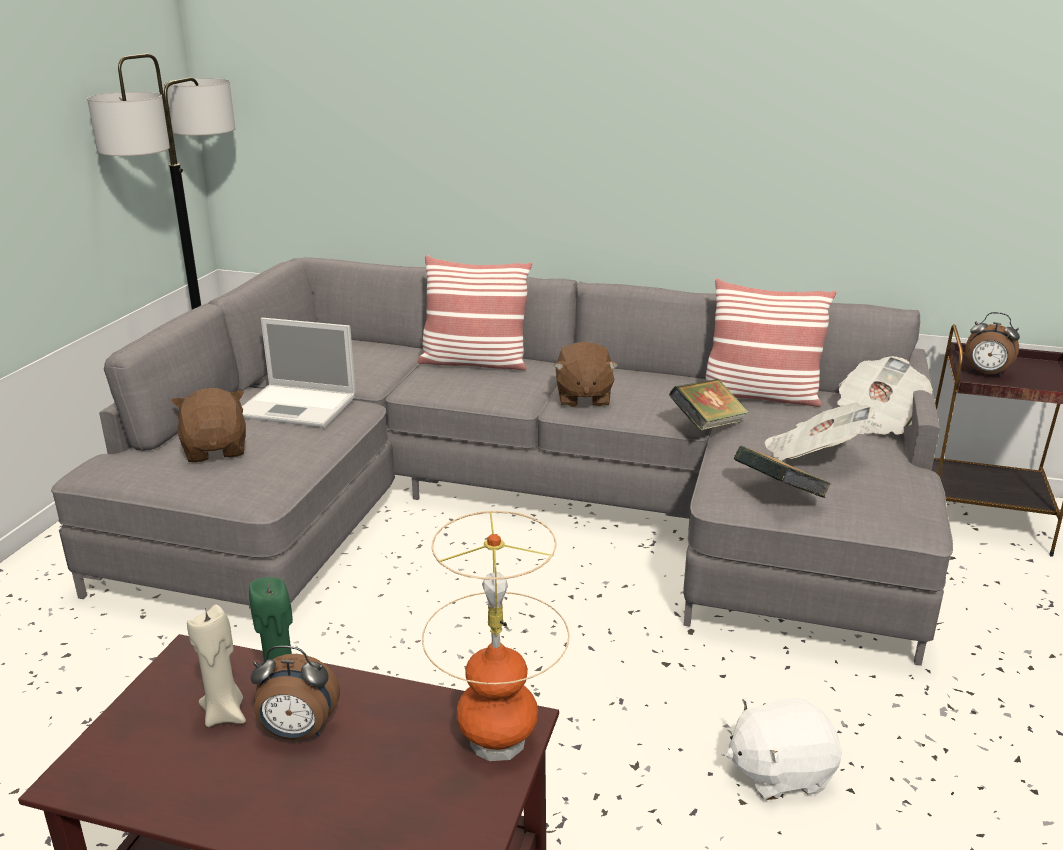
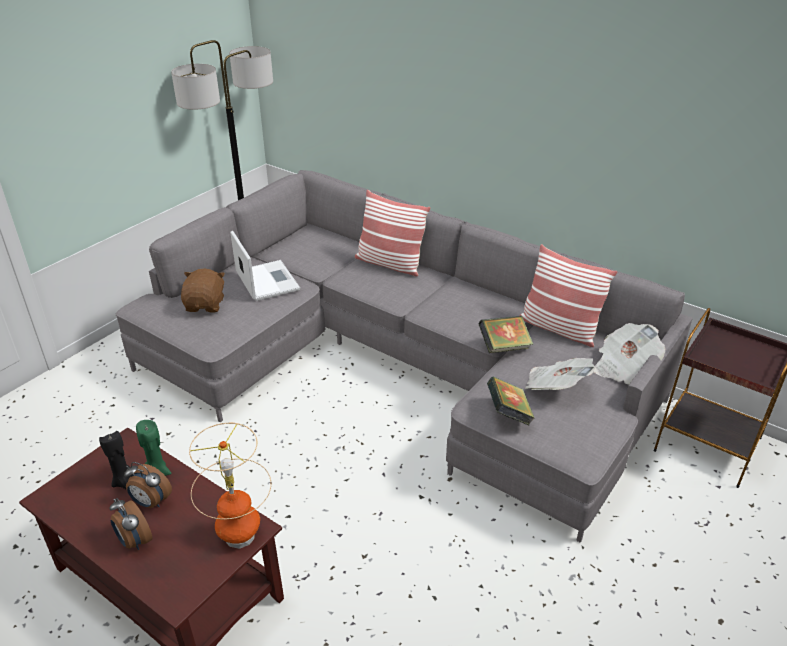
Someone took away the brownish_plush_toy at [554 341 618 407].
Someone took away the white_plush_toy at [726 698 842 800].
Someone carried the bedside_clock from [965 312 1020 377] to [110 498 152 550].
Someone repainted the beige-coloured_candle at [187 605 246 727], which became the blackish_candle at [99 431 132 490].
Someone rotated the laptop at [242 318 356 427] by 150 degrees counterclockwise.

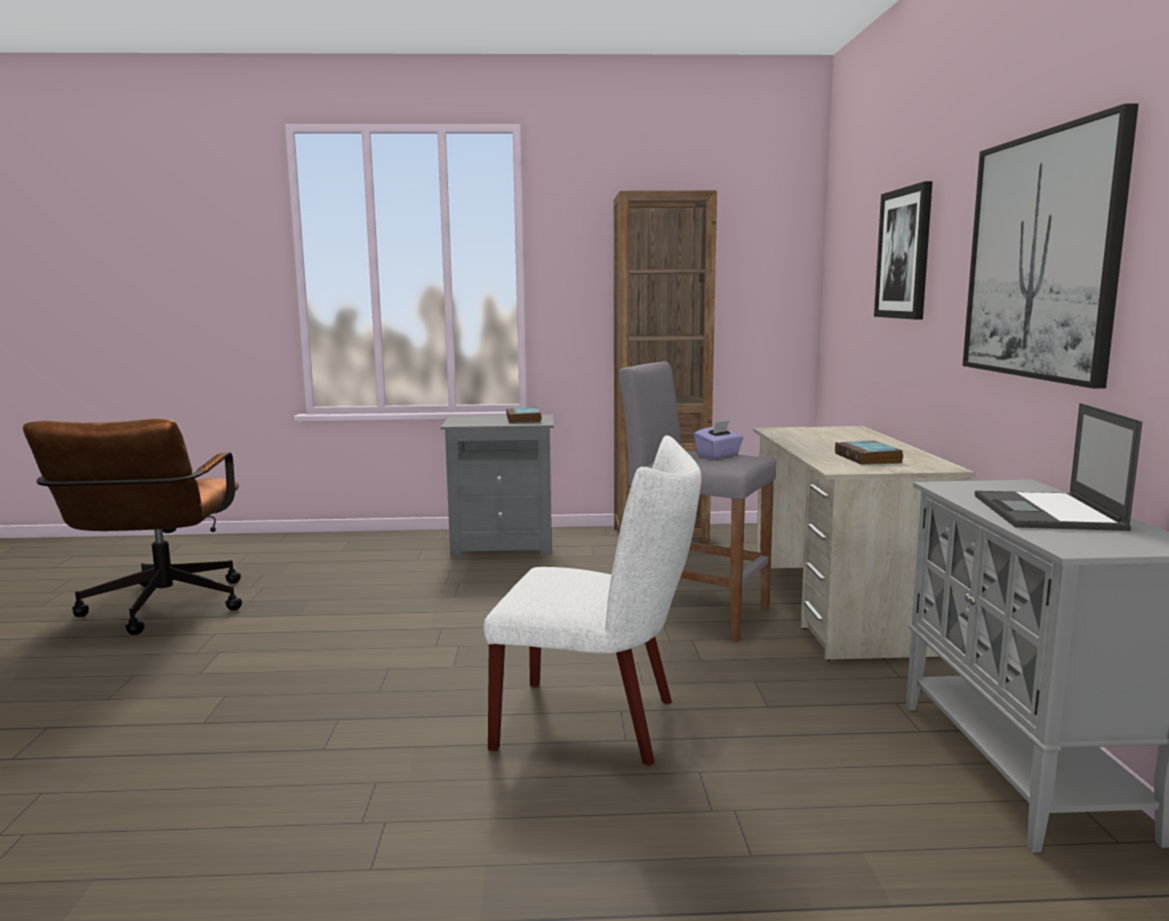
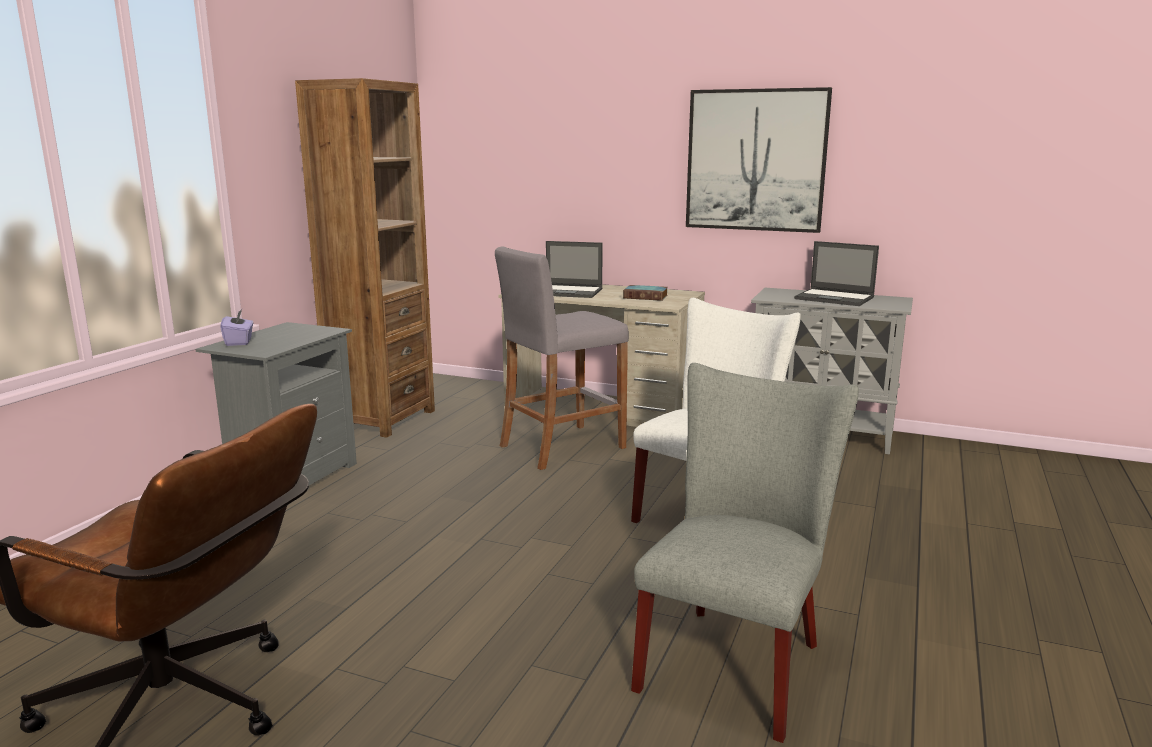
Someone took away the book at [506 407 542 423].
Someone took away the wall_art at [874 181 933 319].
Someone put down the laptop at [546 241 603 298].
Someone put down the gray_upright_chair at [631 363 859 743].
Someone carried the purple-coloured_tissue_holder from [693 421 744 459] to [220 309 253 346].

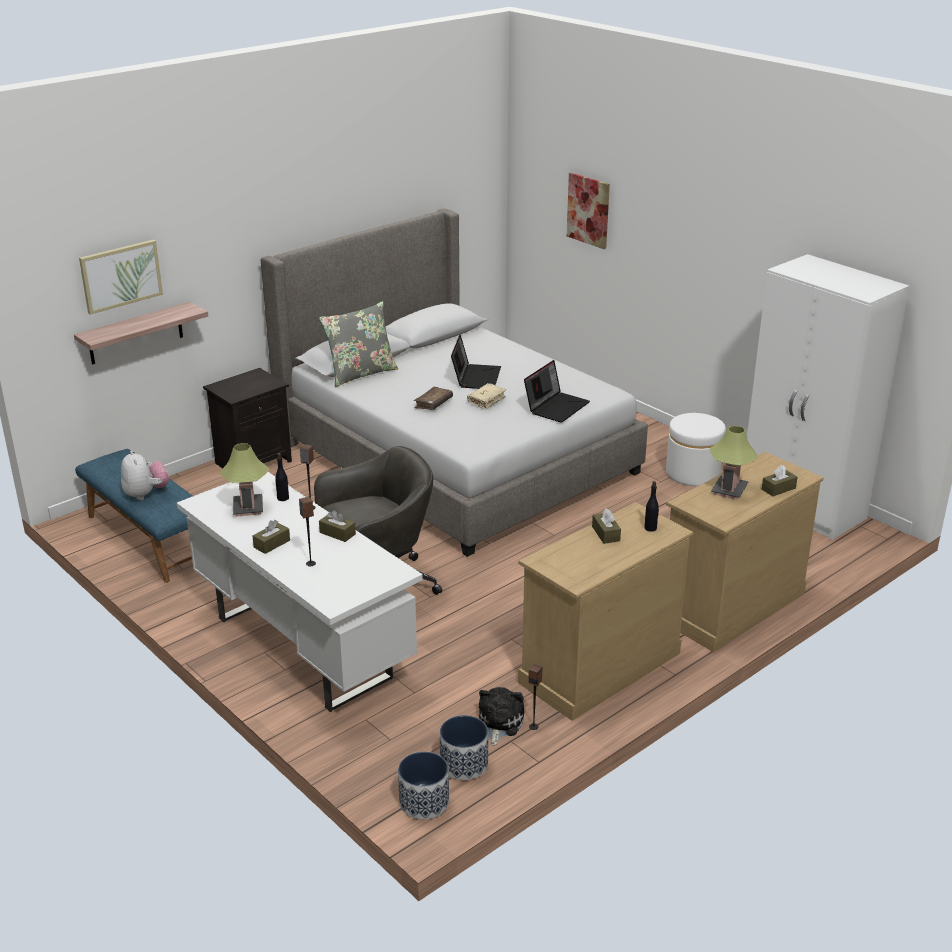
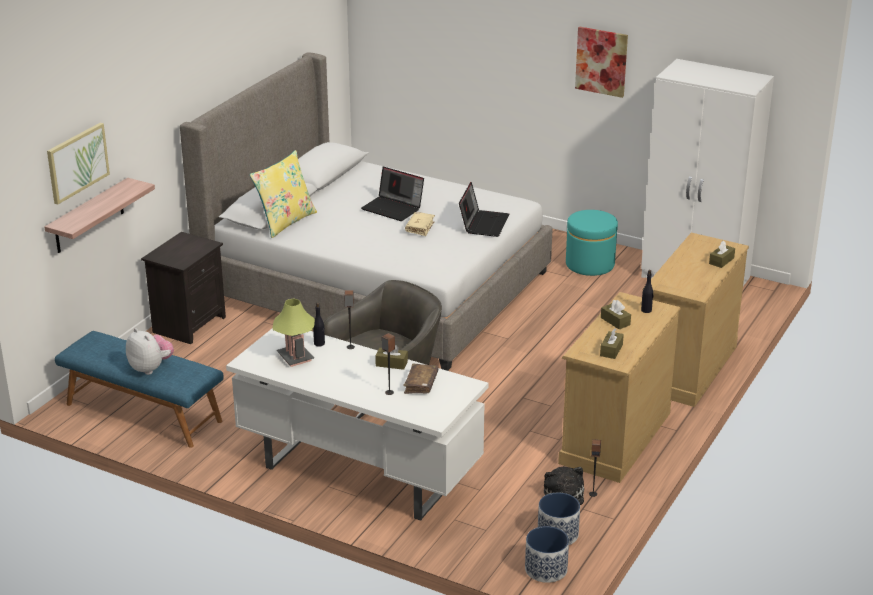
Someone took away the lamp_for_a_table at [710 426 758 500].
Someone carried the brownish_tissue_holder from [253 520 290 554] to [600 328 624 359].
Someone carried the brownish_book from [414 387 453 410] to [403 364 438 394].
Someone carried the wall_art from [567 172 610 249] to [575 26 628 98].
Someone repainted the gray_cushion at [319 301 398 387], which became the yellow-coloured_cushion at [249 150 317 238].
Someone repainted the white_footrest at [666 413 726 486], which became the turquoise_footrest at [566 210 618 276].
Someone rotated the laptop at [451 335 501 389] by 135 degrees clockwise.

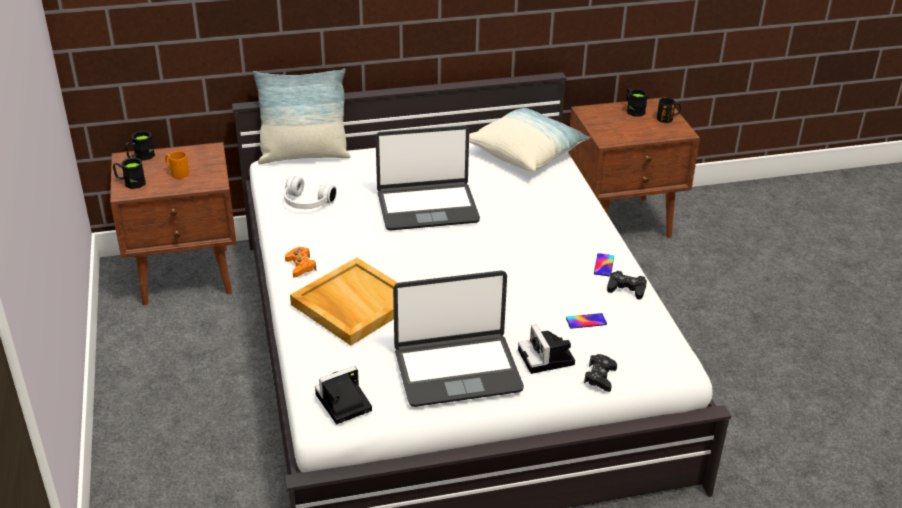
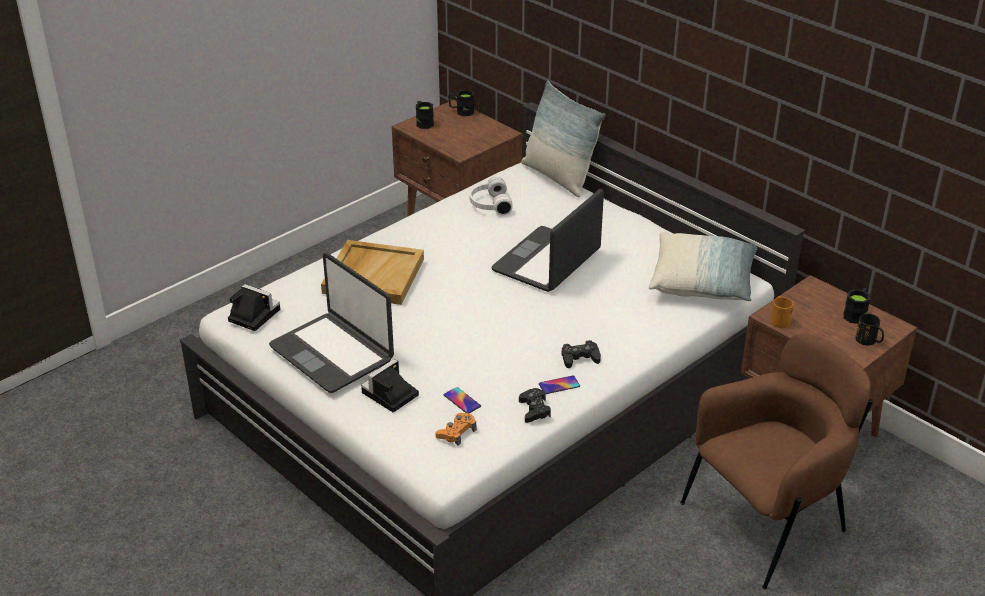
Someone put down the brownish_lounge_chair at [680 334 873 590].
Someone carried the orange-coloured_coffee_mug from [165 151 189 179] to [770 296 794 328].
Someone carried the orange-coloured_gamepad from [285 247 316 277] to [436 413 477 446].
Someone carried the blackish_gamepad from [584 354 617 392] to [562 340 601 368].
Someone rotated the laptop at [376 125 480 231] by 75 degrees clockwise.

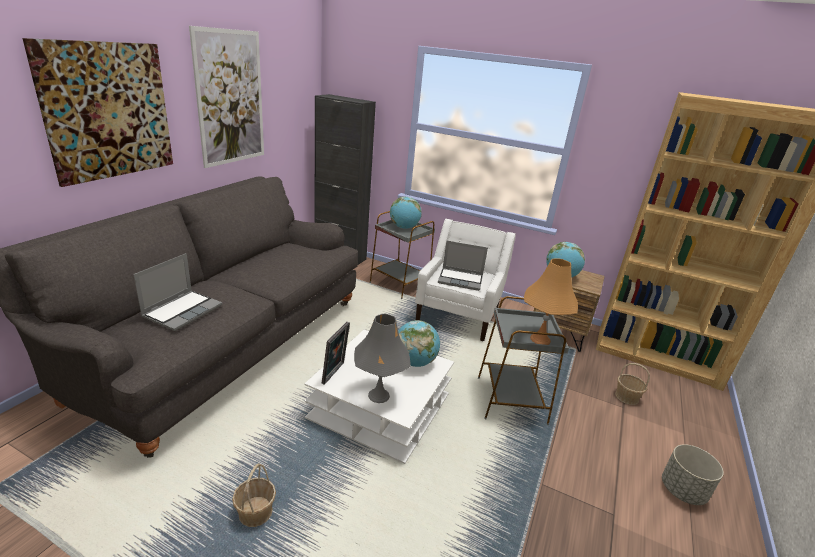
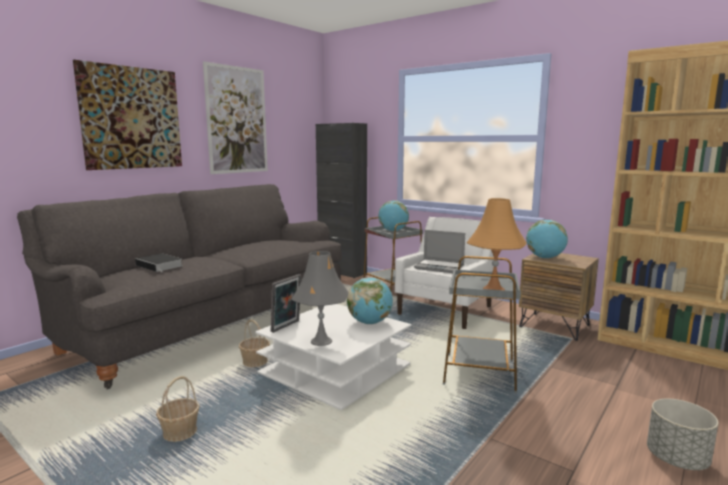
Someone carried the storage_basket from [615 363 650 405] to [239 319 270 367].
Someone swapped the laptop at [133 253 222 331] for the book at [135 253 182 273].

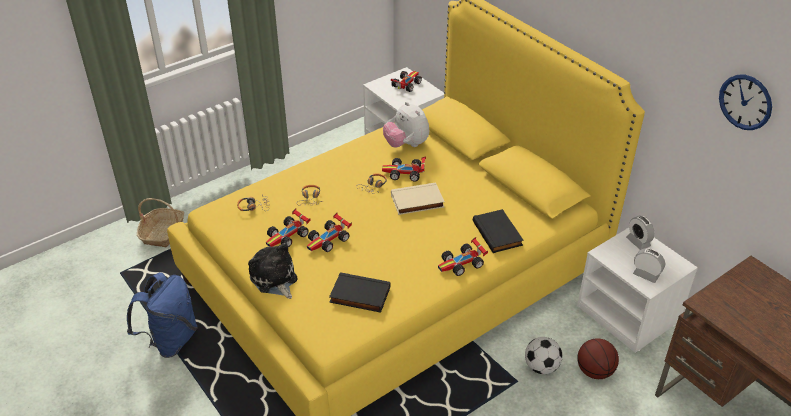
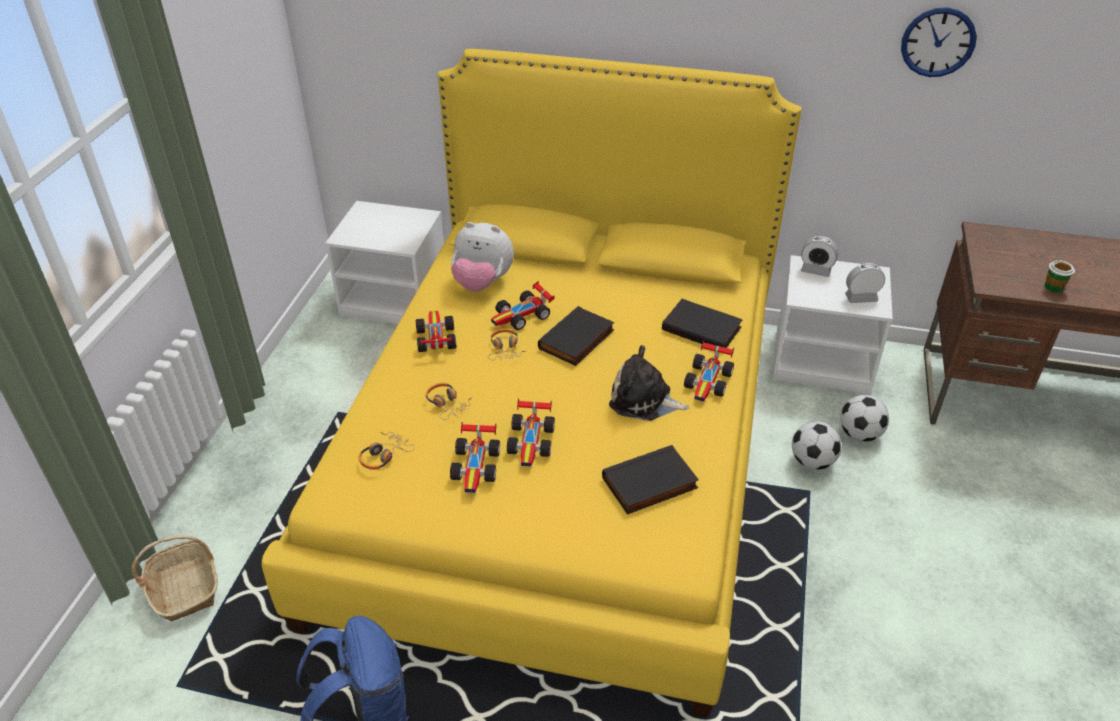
Someone put down the cup at [1045 260 1075 293].
Someone carried the plush_toy from [248 243 298 299] to [609 345 689 421].
Someone carried the model_car from [391 71 422 92] to [416 311 456 352].
Someone swapped the ball_for_basketball at [577 338 619 379] for the football_ball at [840 395 889 442].
Someone repainted the beige-coloured_book at [391 183 445 215], which became the blackish_book at [538 306 614 366].

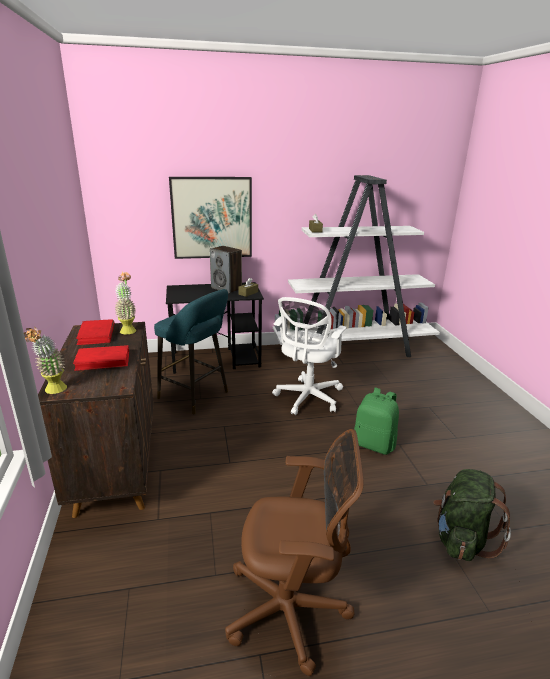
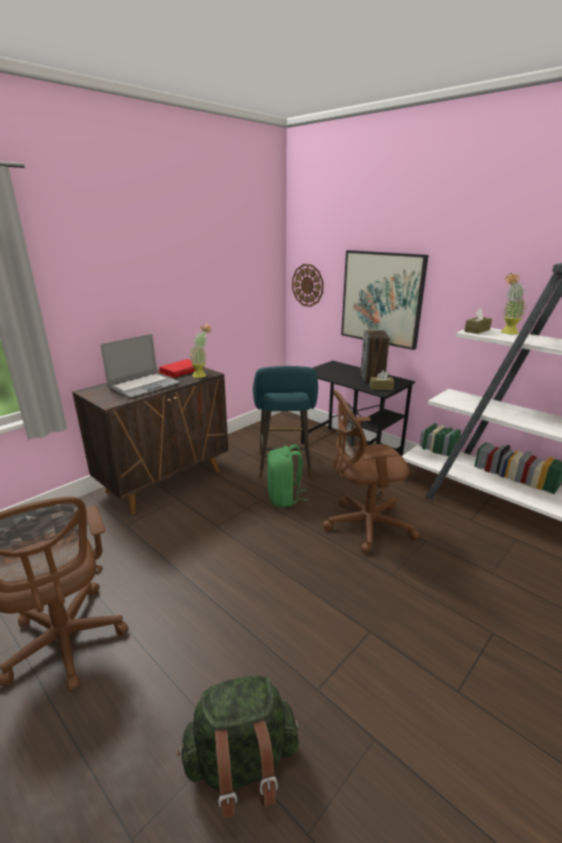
Someone put up the clock_on_the_wall at [292 264 324 307].
Someone carried the houseplant from [24 327 67 394] to [501 273 526 334].
Someone carried the greenish_knapsack from [354 388 399 455] to [267 444 308 507].
Someone swapped the red-coloured_book at [73 345 129 371] for the laptop at [101 334 180 398].
Someone repainted the white_desk_chair at [272 297 347 415], which became the brownish_desk_chair at [323 390 420 554].

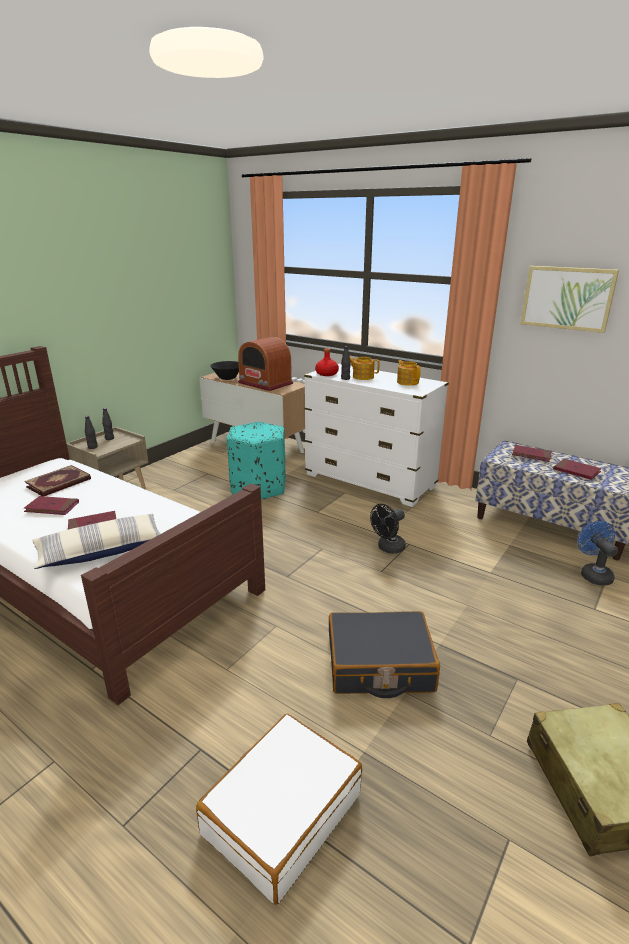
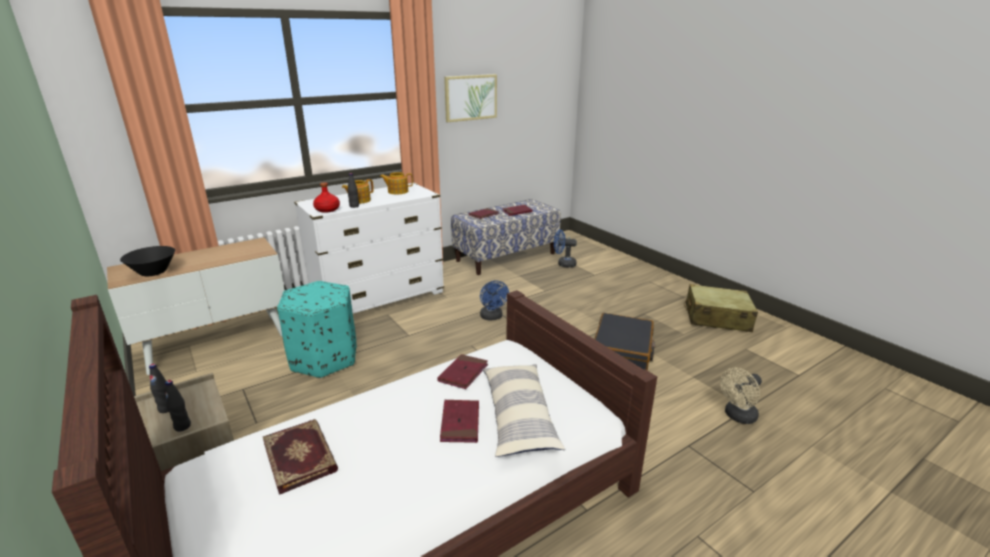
Someone took away the radio at [238 337 293 391].
Someone carried the red-coloured_book from [24 496 79 515] to [437 354 488 389].
Someone swapped the white_suitcase at [196 714 362 905] for the beige-coloured_fan at [720 368 762 424].
Someone repainted the blackish_fan at [370 504 406 554], which became the blue_fan at [480 281 509 321].

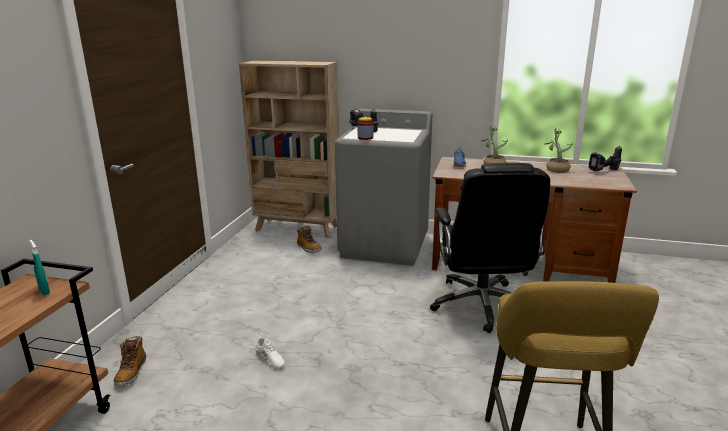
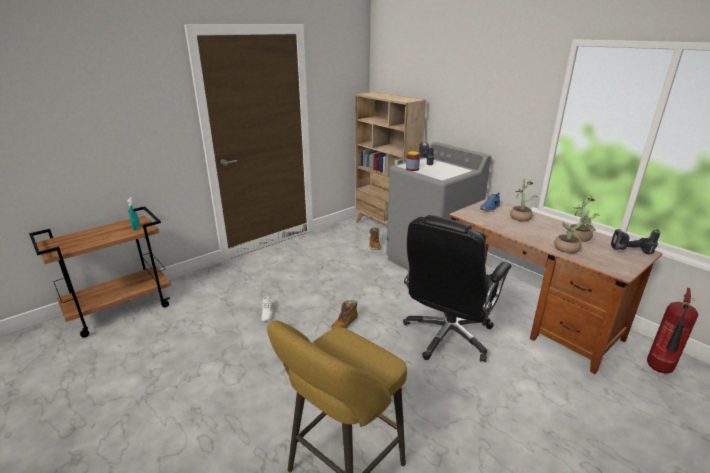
Someone put down the houseplant at [554 210 597 253].
Someone put down the fire_extinguisher at [647 288 698 374].
Someone carried the boot from [113 336 146 386] to [331 300 358 330].

